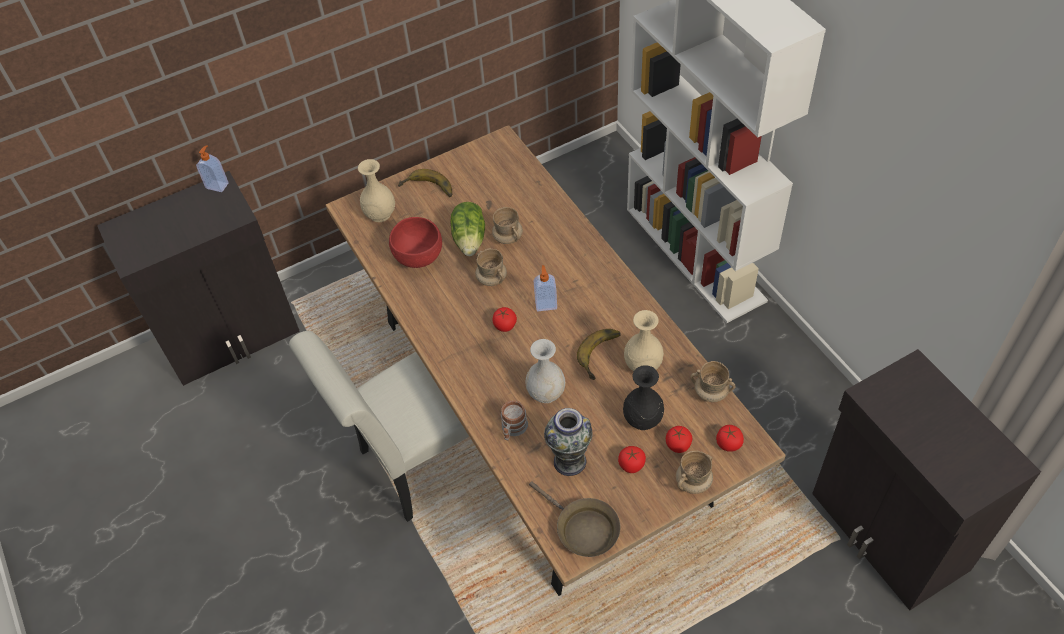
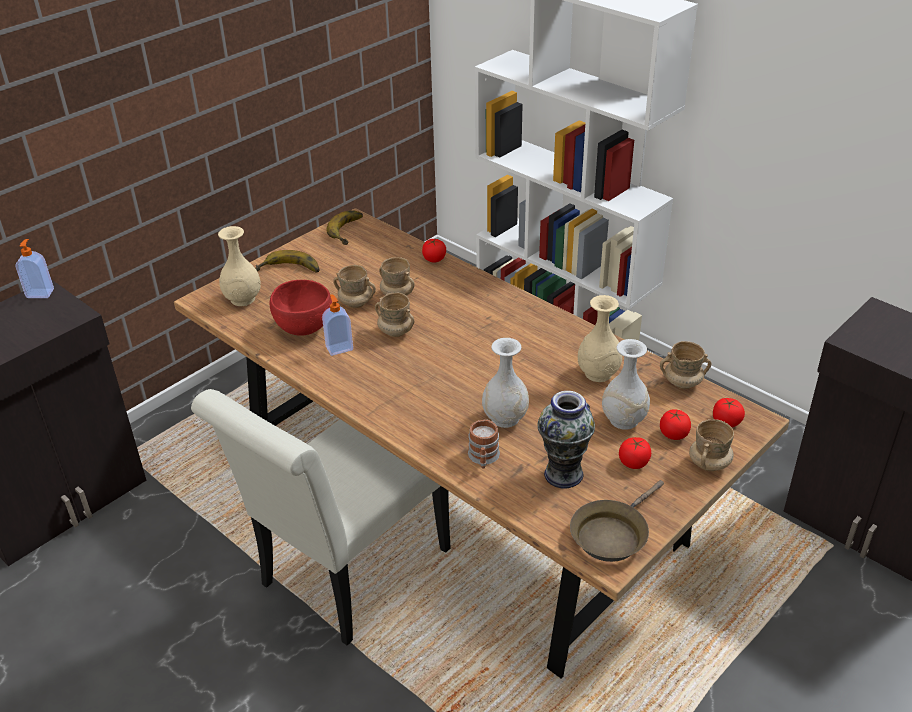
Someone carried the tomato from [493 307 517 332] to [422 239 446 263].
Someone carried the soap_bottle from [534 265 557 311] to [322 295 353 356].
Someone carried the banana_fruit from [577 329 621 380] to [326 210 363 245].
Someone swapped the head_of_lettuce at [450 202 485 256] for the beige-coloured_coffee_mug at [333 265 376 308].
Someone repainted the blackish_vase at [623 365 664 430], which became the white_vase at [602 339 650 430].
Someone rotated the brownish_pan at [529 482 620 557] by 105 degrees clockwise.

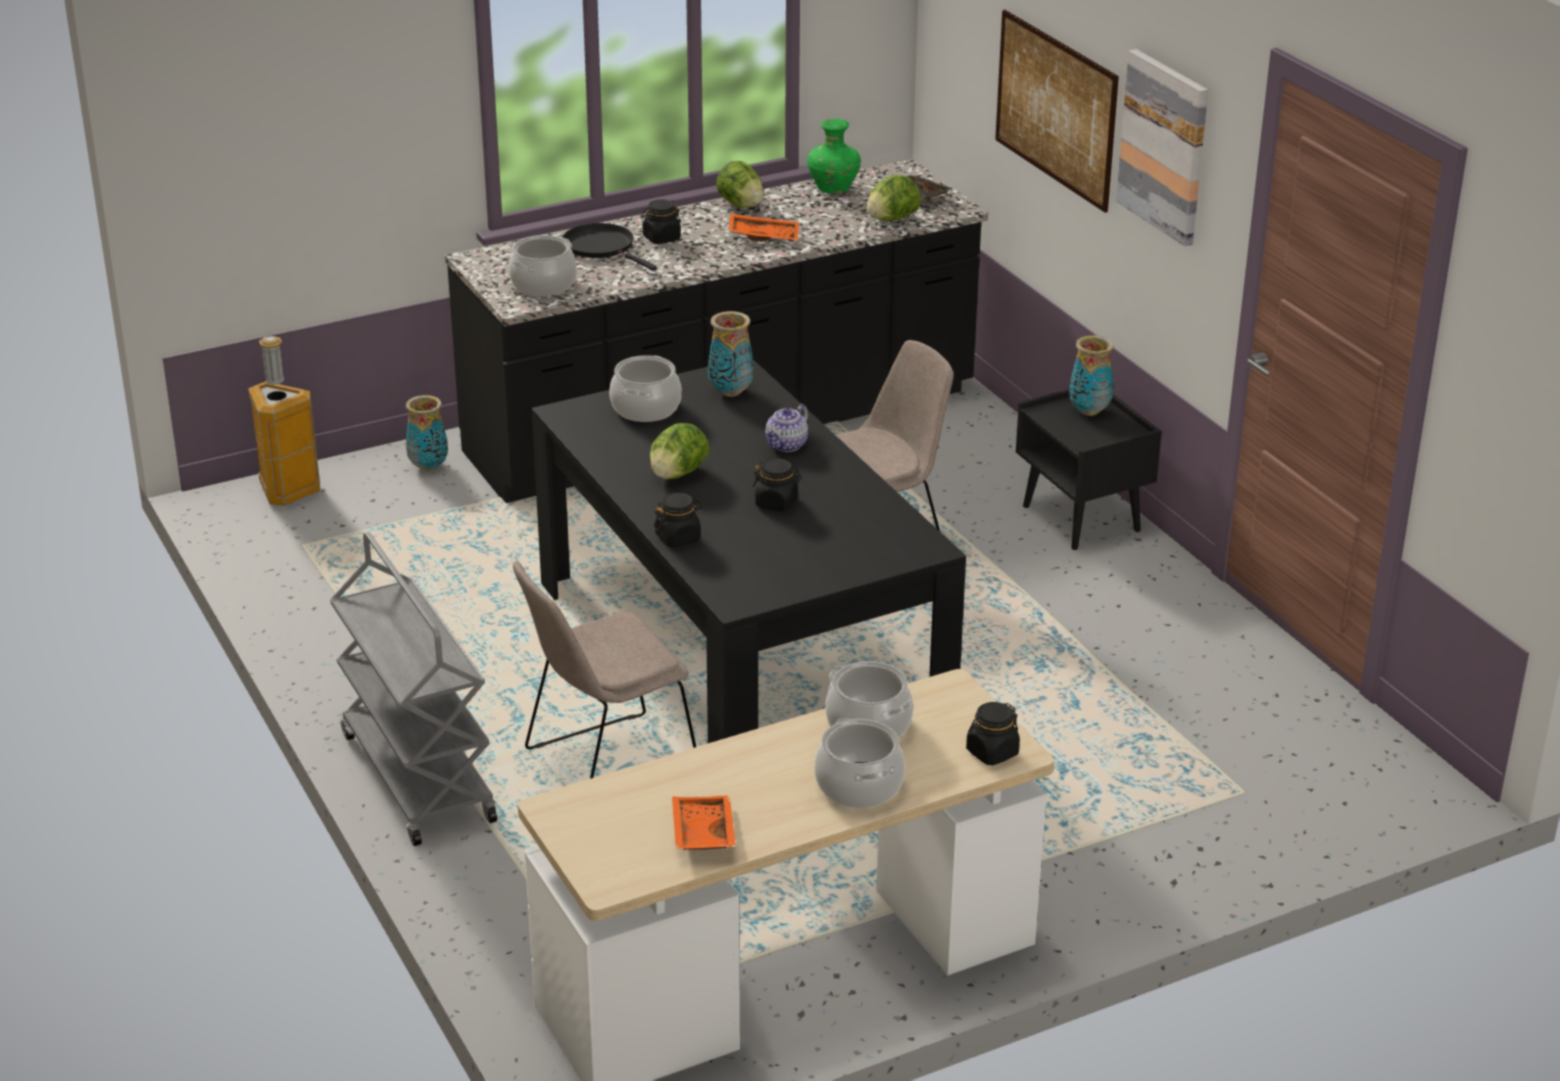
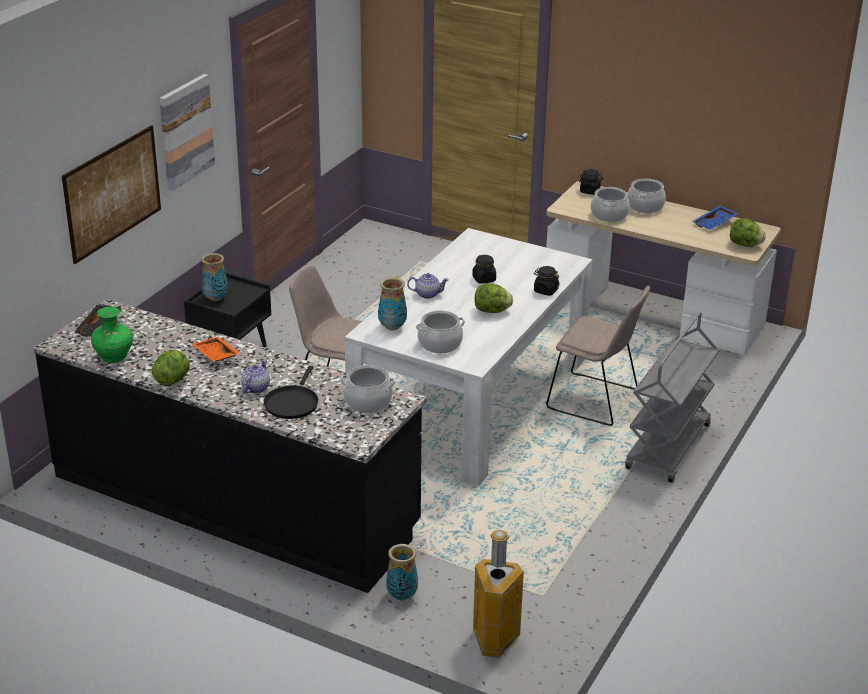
Someone carried the head_of_lettuce from [867 175 921 221] to [730 218 766 247].
Someone swapped the blackish_jar at [641 199 681 244] for the tea_pot at [241 360 270 394].
Someone repainted the blackish_kitchen_table at [532 360 966 743], which became the white_kitchen_table at [345 228 593 487].
Someone repainted the orange-coloured_serving_tray at [672 796 736 850], which became the blue_serving_tray at [692 206 738 230].

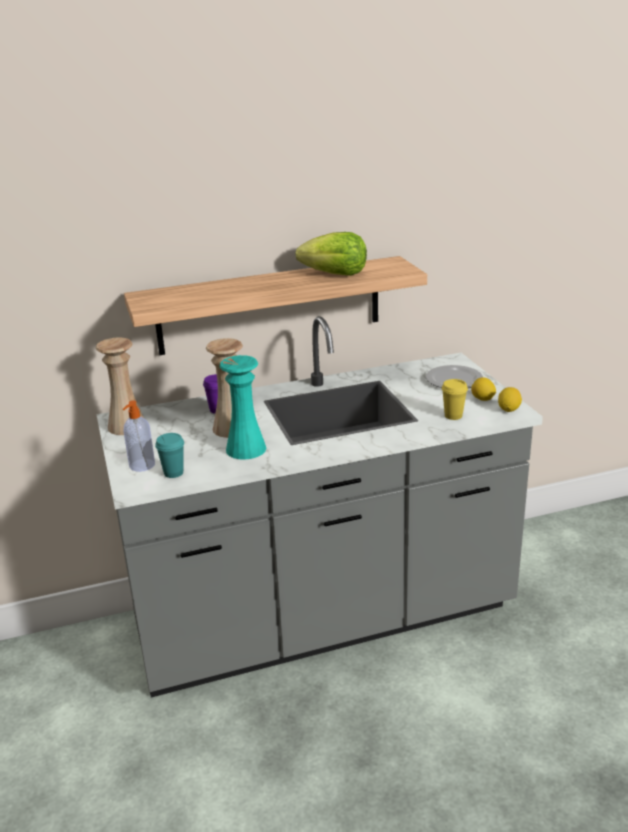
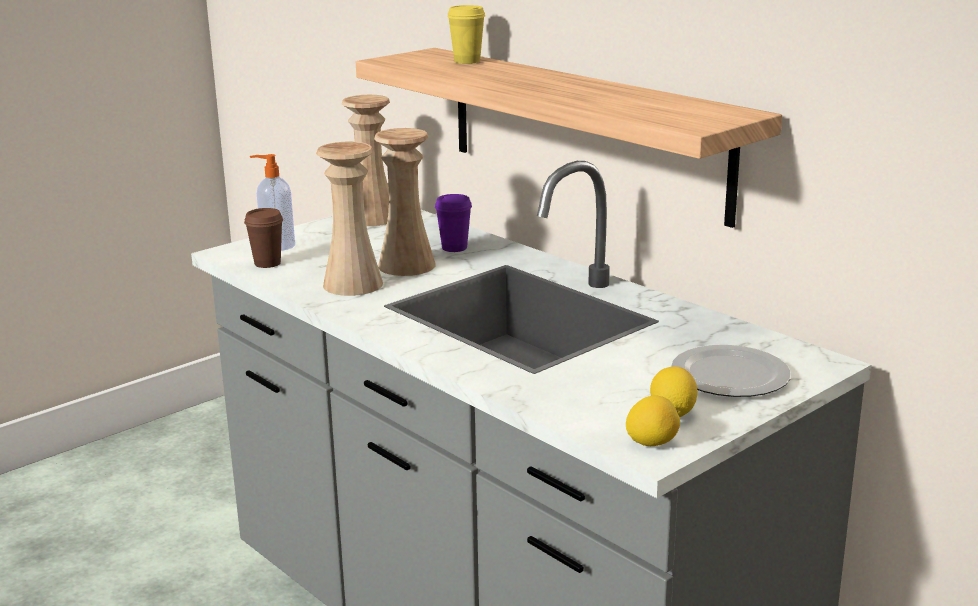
Someone took away the head_of_lettuce at [296 232 367 276].
Someone carried the yellow-coloured_cup from [442 379 468 420] to [447 5 485 64].
Someone repainted the turquoise_cup at [155 433 184 478], which became the brownish_cup at [244 208 283 268].
Someone repainted the turquoise_vase at [220 355 267 460], which became the beige-coloured_vase at [316 142 383 296].

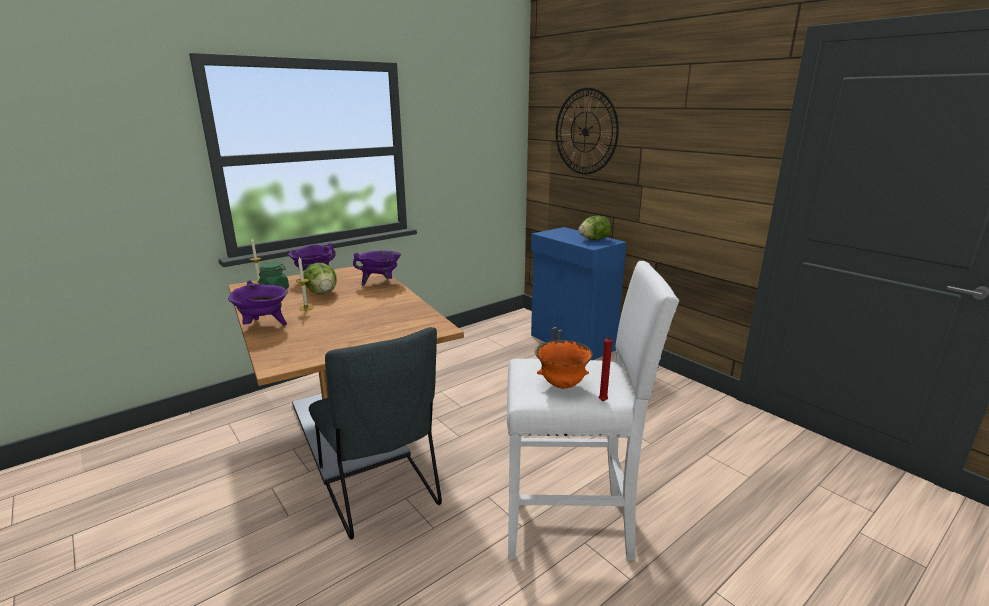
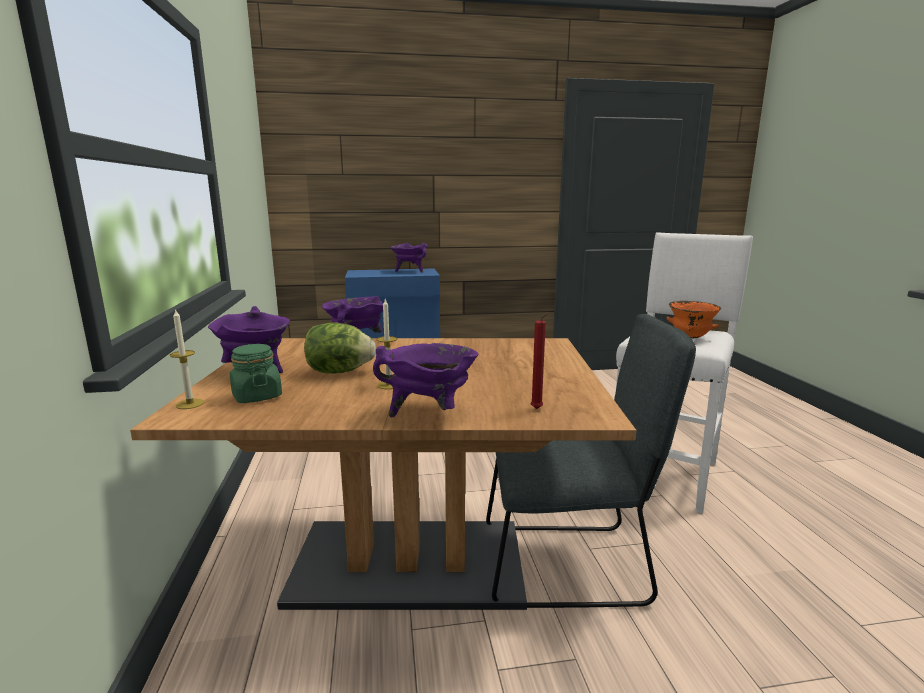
Someone took away the clock_on_the_wall at [556 88 619 174].
Someone carried the red-coloured_candle from [599 336 612 401] to [531 313 548 409].
Someone swapped the head_of_lettuce at [579 216 611 240] for the purple-coloured_saucepot at [390 243 427 273].

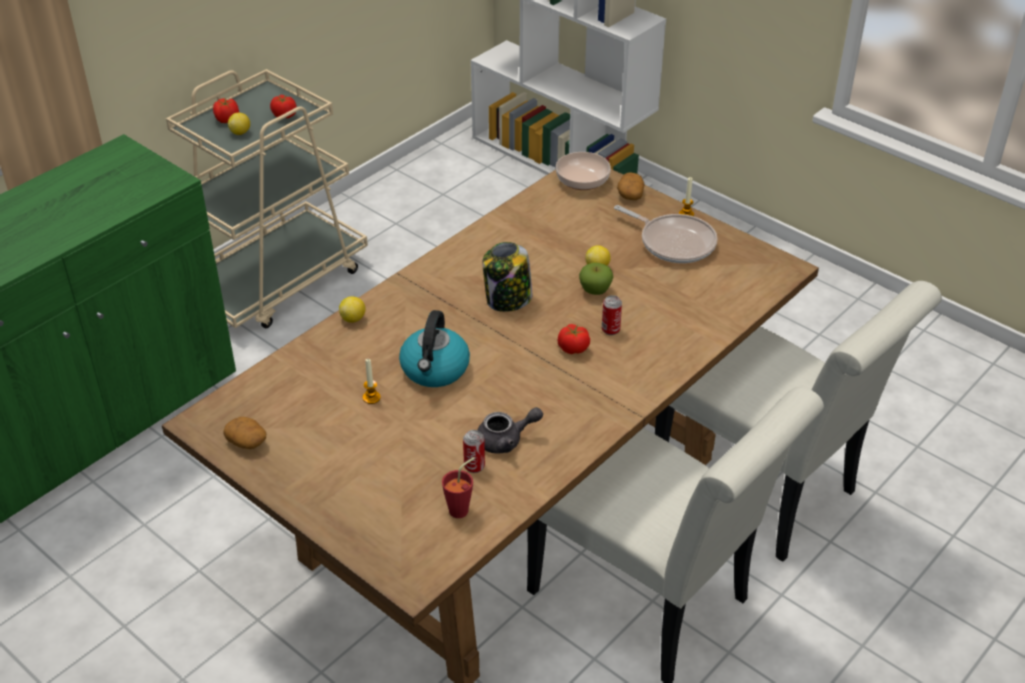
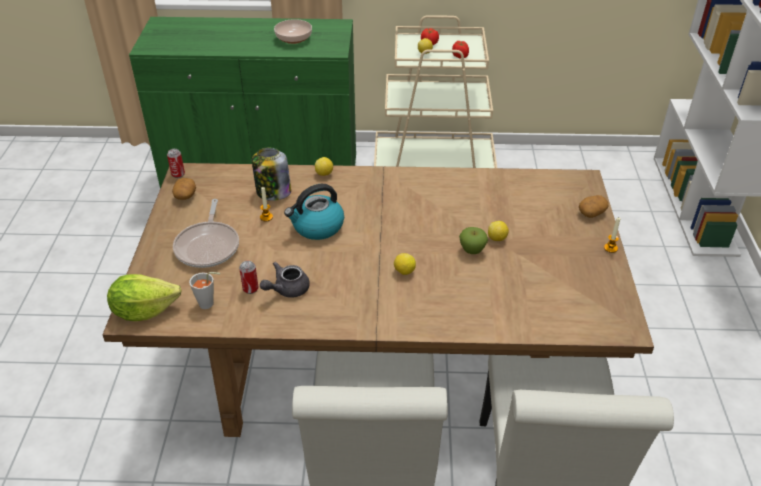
Someone put down the head_of_lettuce at [107 274 182 321].
Someone carried the jar from [483 242 532 312] to [252 147 291 201].
Someone carried the serving_bowl from [556 152 611 190] to [274 19 312 44].
Someone carried the metal_can from [602 295 622 335] to [167 149 185 178].
Someone carried the pan from [614 205 717 263] to [173 199 239 268].
Someone swapped the tomato at [557 324 590 354] for the lemon at [394 253 416 275].
Someone repainted the red-coloured_cup at [442 457 475 518], which became the gray_cup at [189 272 220 309].
Someone rotated the gray_tea_pot at [478 407 543 454] by 105 degrees clockwise.

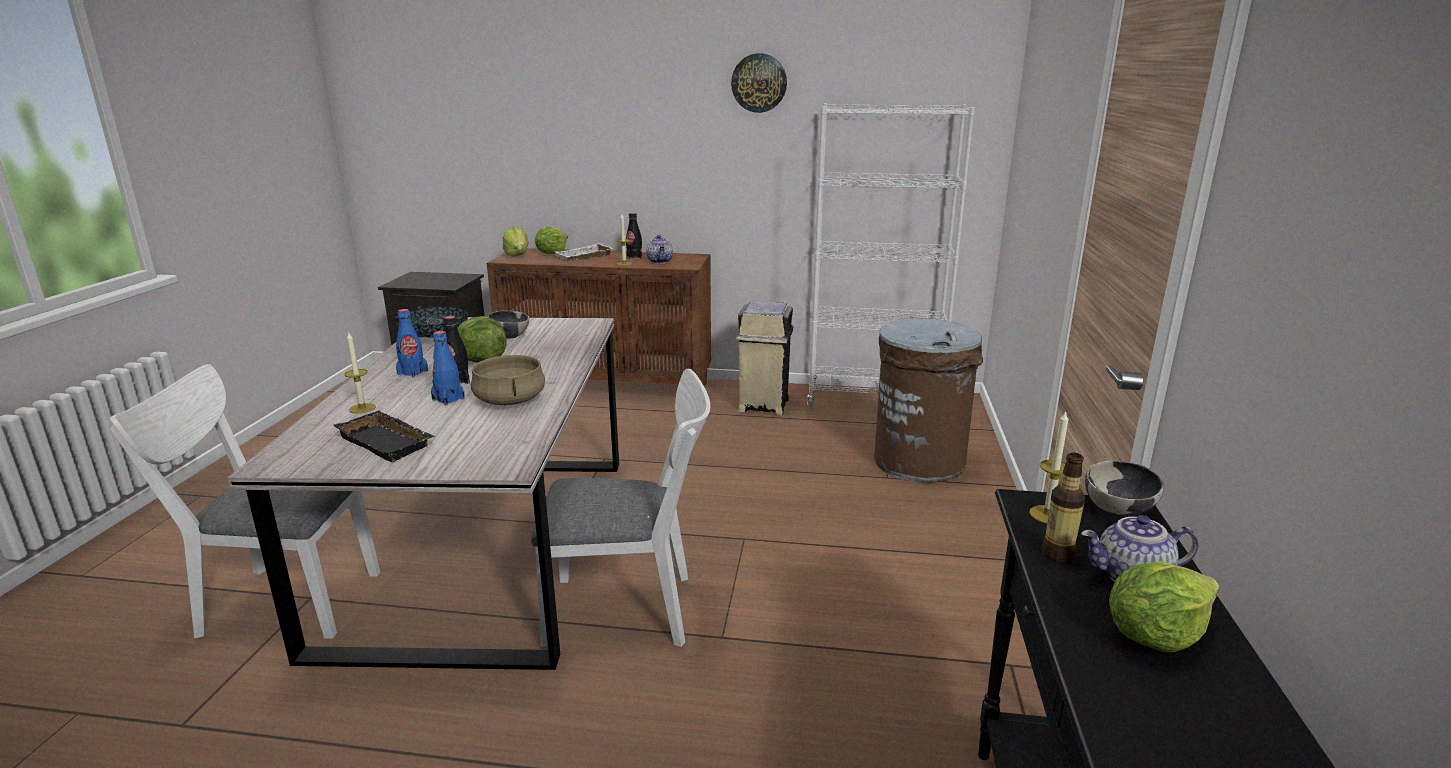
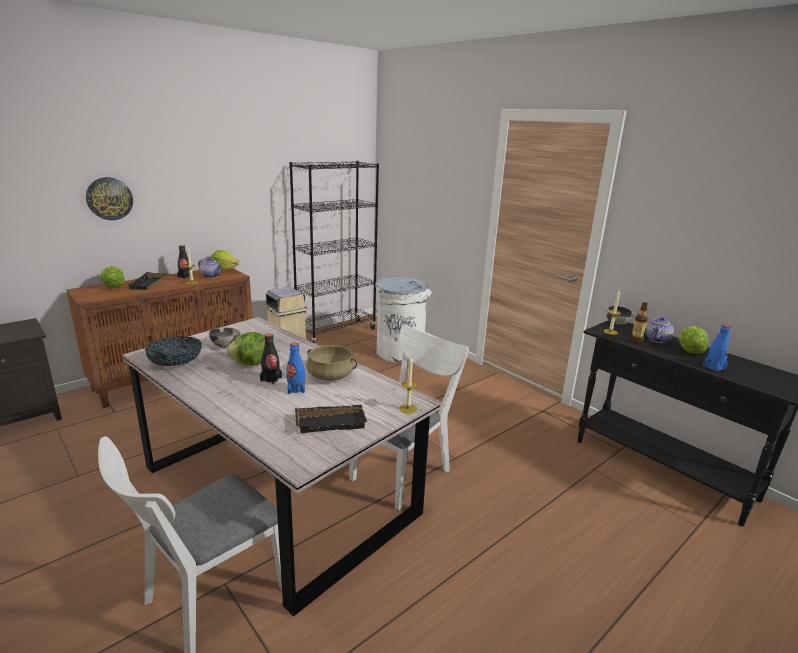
Someone carried the candle from [344 331 376 414] to [399 357 417 414].
Someone carried the blue_bottle from [396 309 428 378] to [703 324 731 372].
Someone carried the head_of_lettuce from [503 227 529 257] to [211 250 239 270].
Someone carried the clock_on_the_wall from [731 53 787 113] to [86 177 133 220].
Someone repainted the white_serving_tray at [554 243 613 261], which became the blackish_serving_tray at [127 272 167 289].
Someone repainted the white_bookcase at [807 103 975 407], which became the blackish_bookcase at [289 161 379 343].
Someone repainted the brownish_trash_can at [874 318 983 483], which became the white_trash_can at [375 277 432 363].

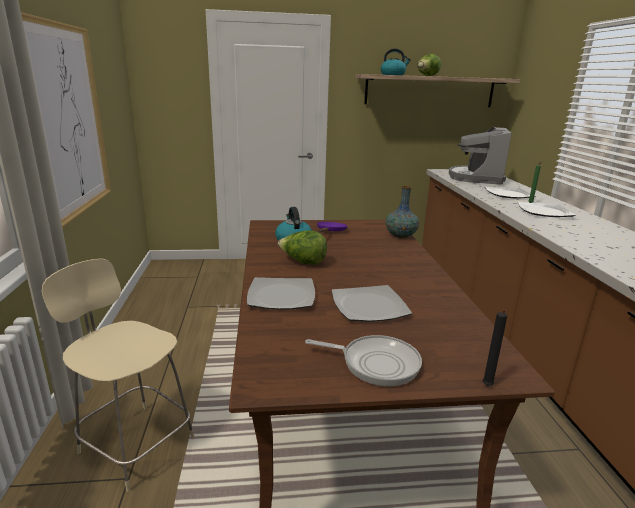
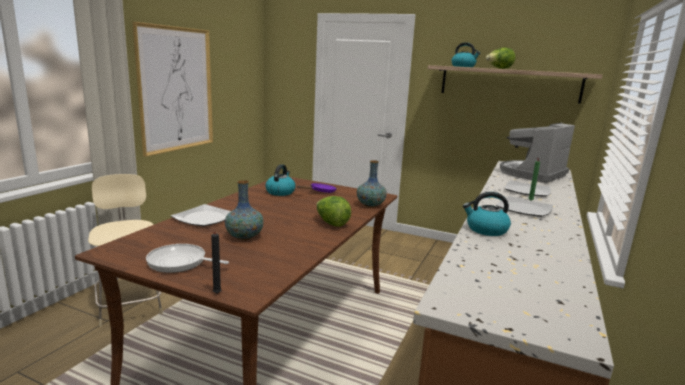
Someone put down the kettle at [463 192 511 236].
Someone carried the head_of_lettuce from [278 230 327 265] to [316 196 351 227].
Someone swapped the flat_dish at [331 285 412 322] for the vase at [225 180 264 240].
Someone rotated the pan at [305 335 422 386] by 150 degrees clockwise.

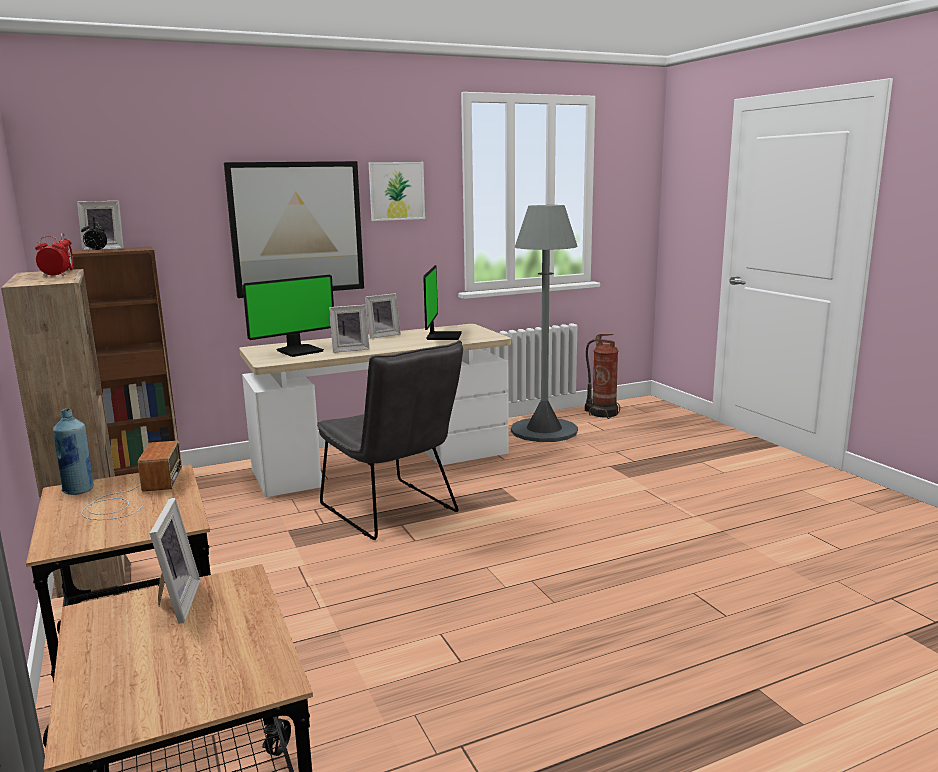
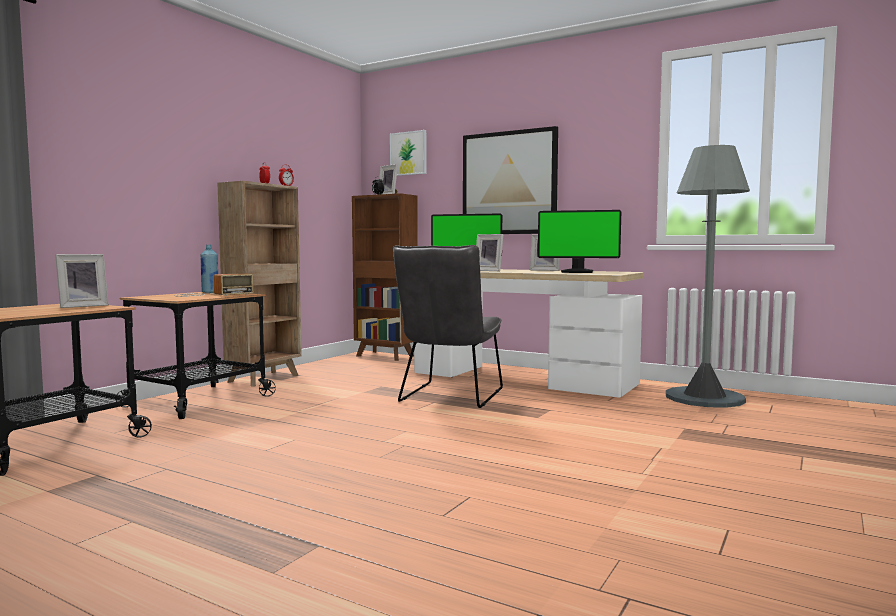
Someone took away the fire_extinguisher at [585 334 620 419].
Someone carried the wall_art from [369 162 425 221] to [390 130 427 176].
Someone rotated the computer_screen at [423 265 462 340] by 45 degrees clockwise.

